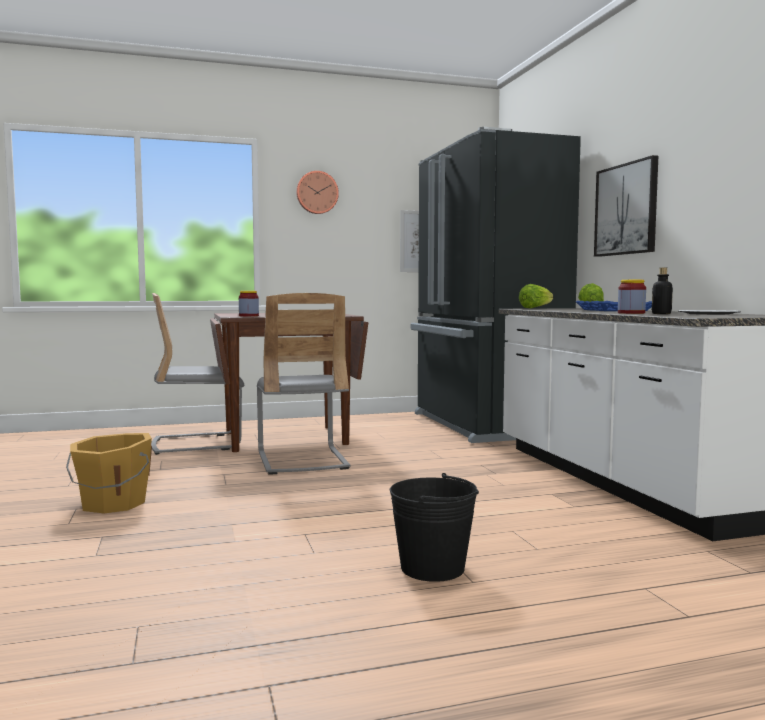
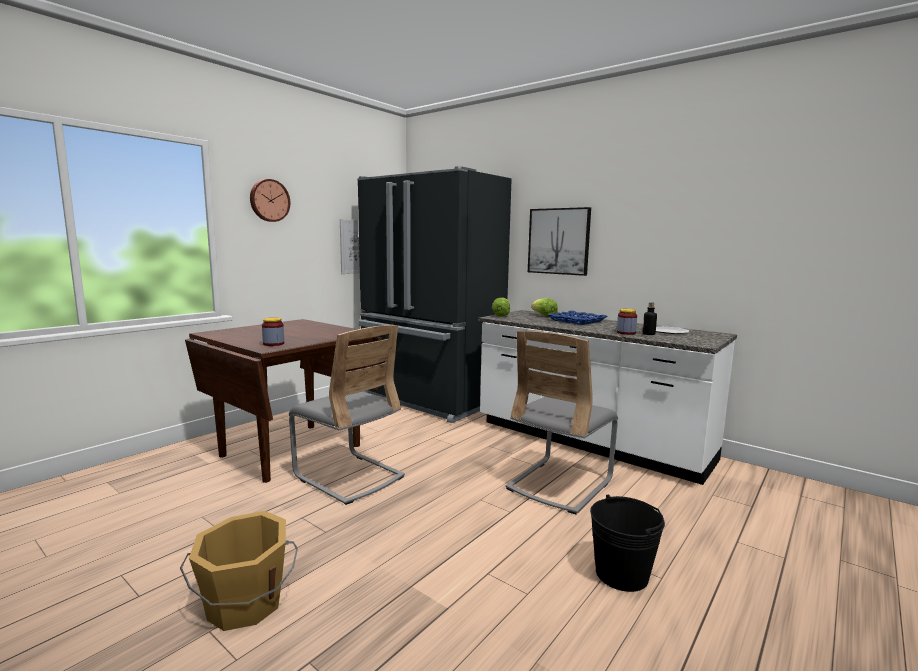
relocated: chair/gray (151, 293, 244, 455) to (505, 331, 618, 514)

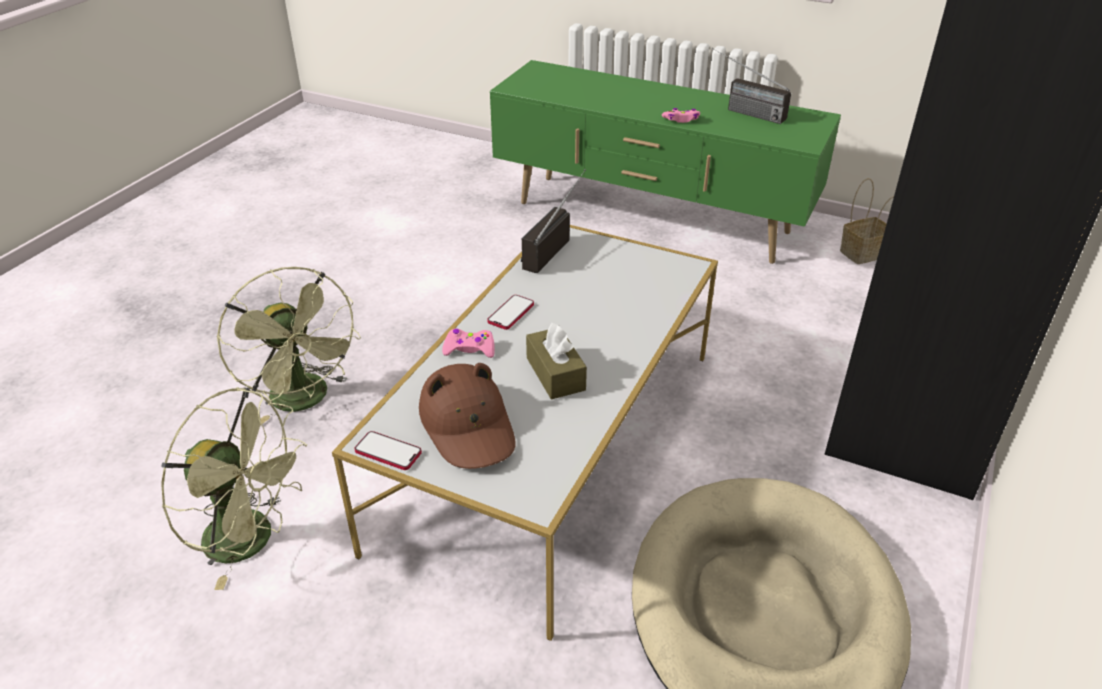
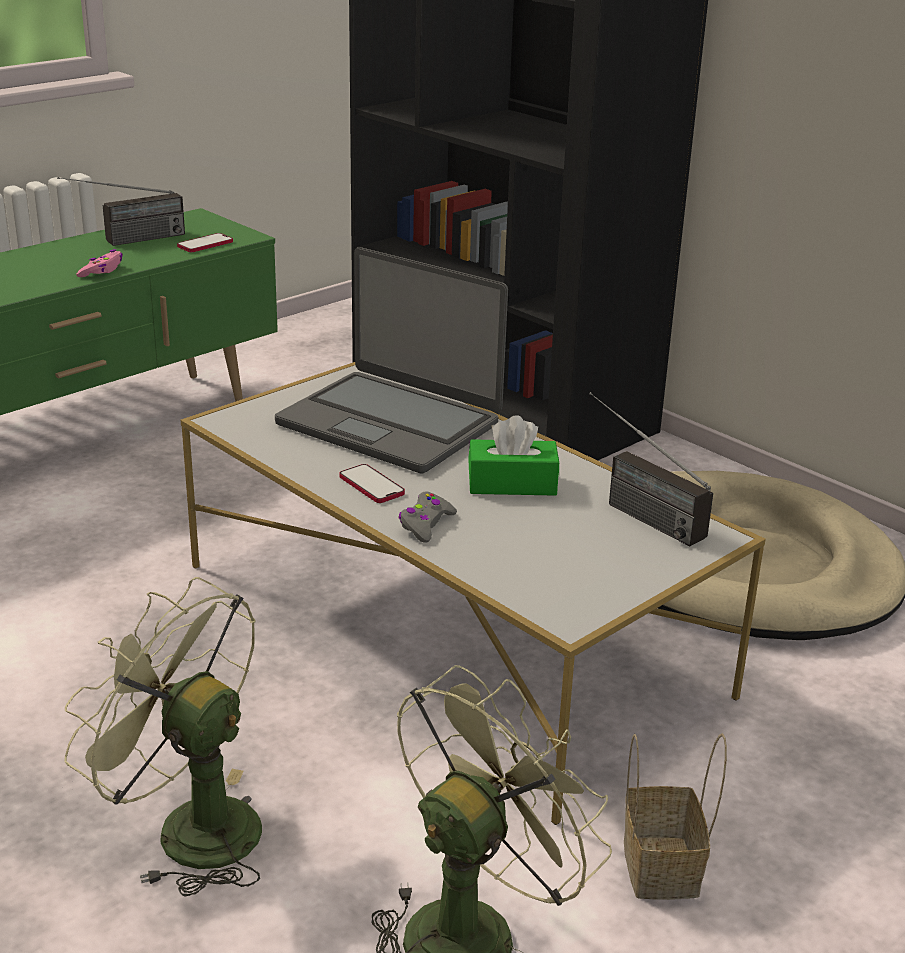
missing: wearable hat/brown (419, 363, 516, 469)
appeared: notebook computer (275, 247, 508, 474)
relocated: handset (355, 431, 422, 470) to (177, 233, 233, 252); radio (521, 169, 586, 273) to (589, 392, 713, 546); basket (840, 178, 894, 264) to (624, 733, 727, 900)
colour: joypad/pinkish (442, 329, 495, 358) to joypad/gray (398, 492, 457, 543); tissue box/brown (526, 323, 587, 399) to tissue box/greenish (468, 416, 559, 496)
spun: electric fan/greenish (217, 267, 361, 425) = (64, 577, 262, 896) 135 degrees counterclockwise

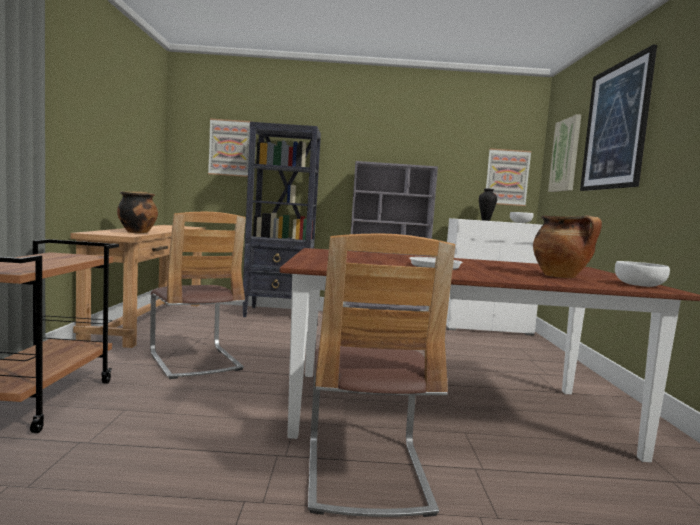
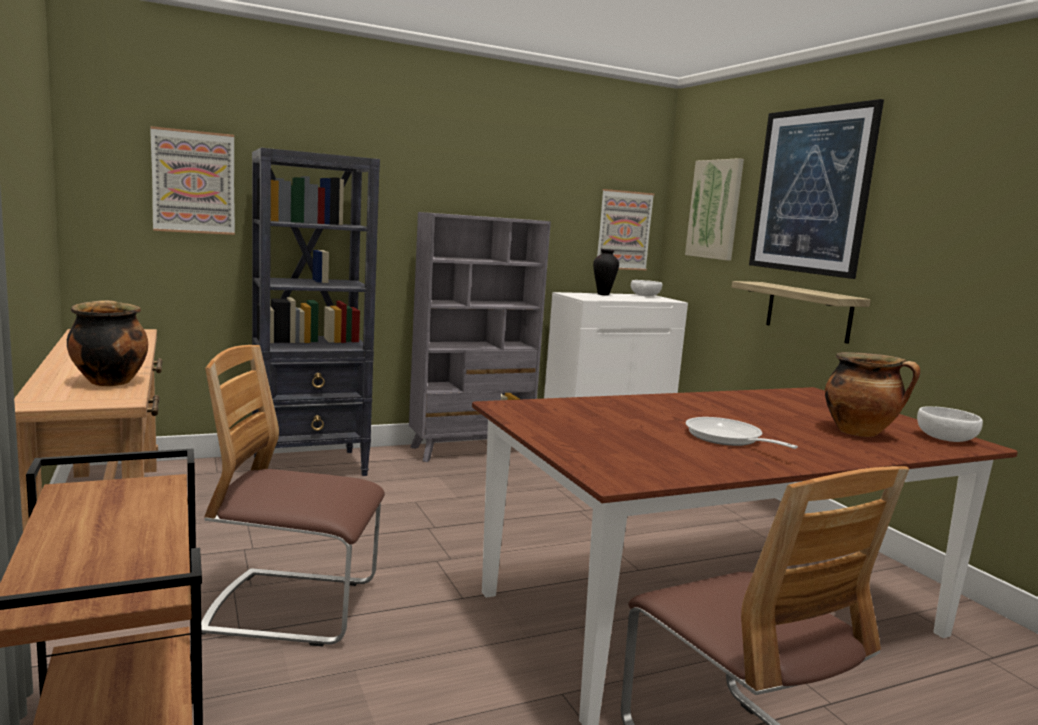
appeared: shelf (732, 281, 871, 344)
spun: chair (150, 212, 246, 379) = (201, 345, 385, 647) 150 degrees clockwise

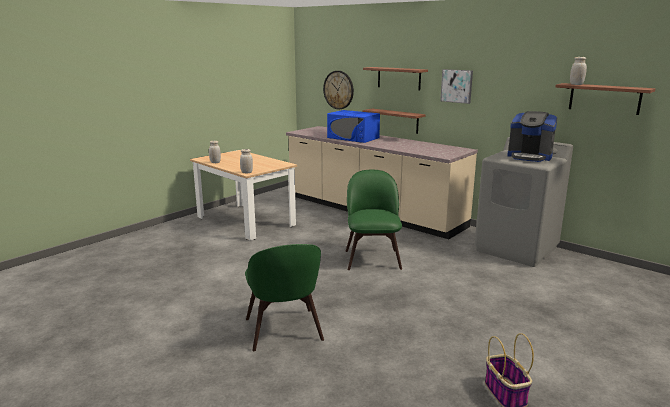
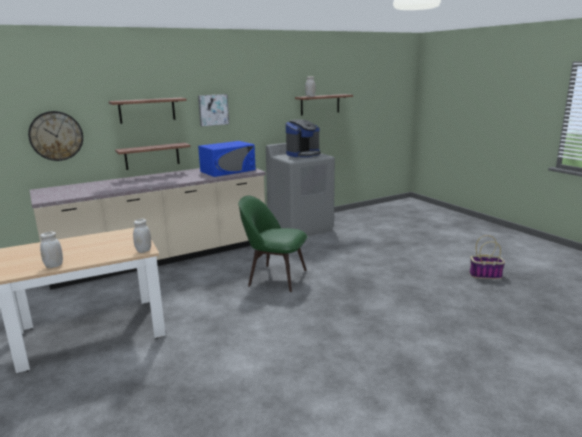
missing: chair/greenish (245, 244, 324, 351)
relocated: microwave oven/blue (327, 110, 380, 143) to (198, 141, 256, 177)

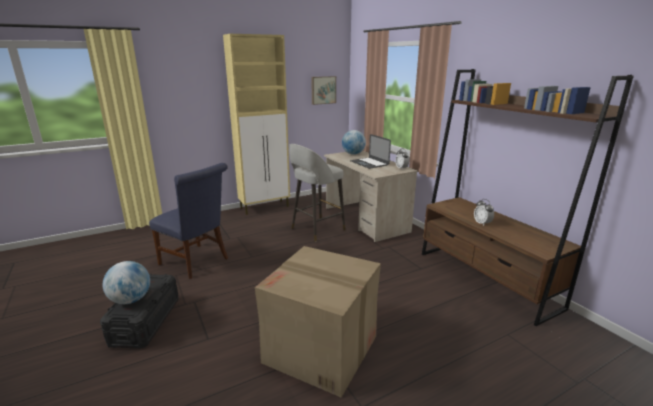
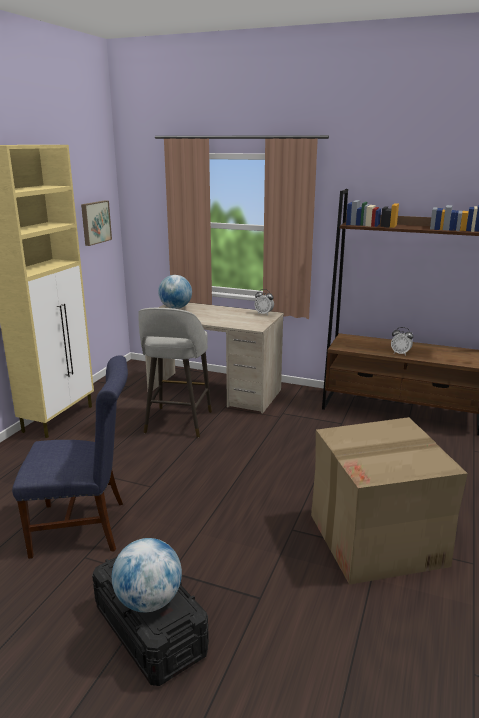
missing: notebook computer (350, 134, 391, 169)

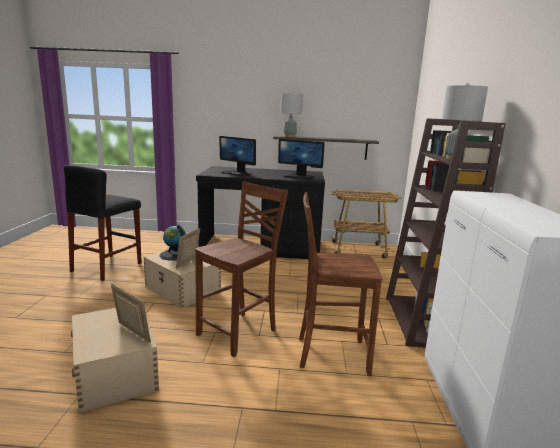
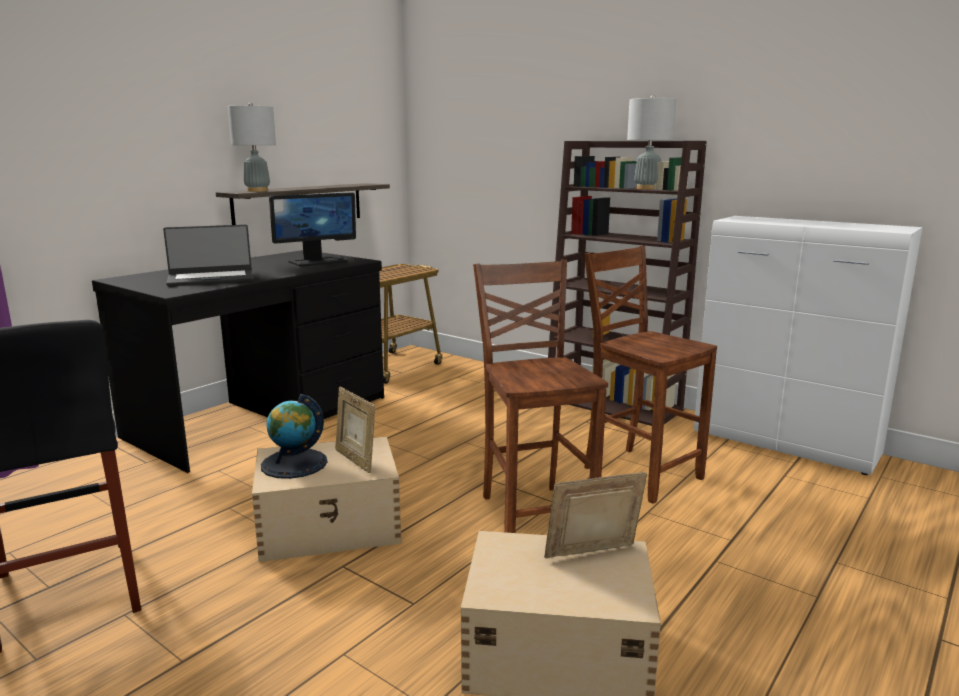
exchanged: monitor (219, 136, 256, 176) to notebook computer (163, 225, 254, 286)
spun: chair/brown (299, 192, 382, 375) = (584, 246, 717, 504) 105 degrees clockwise

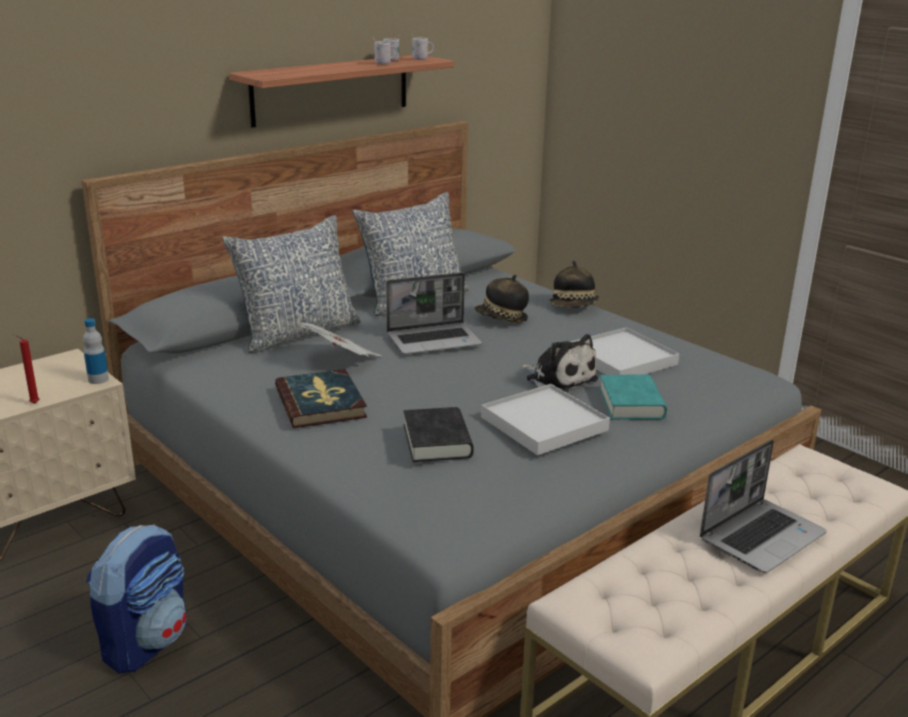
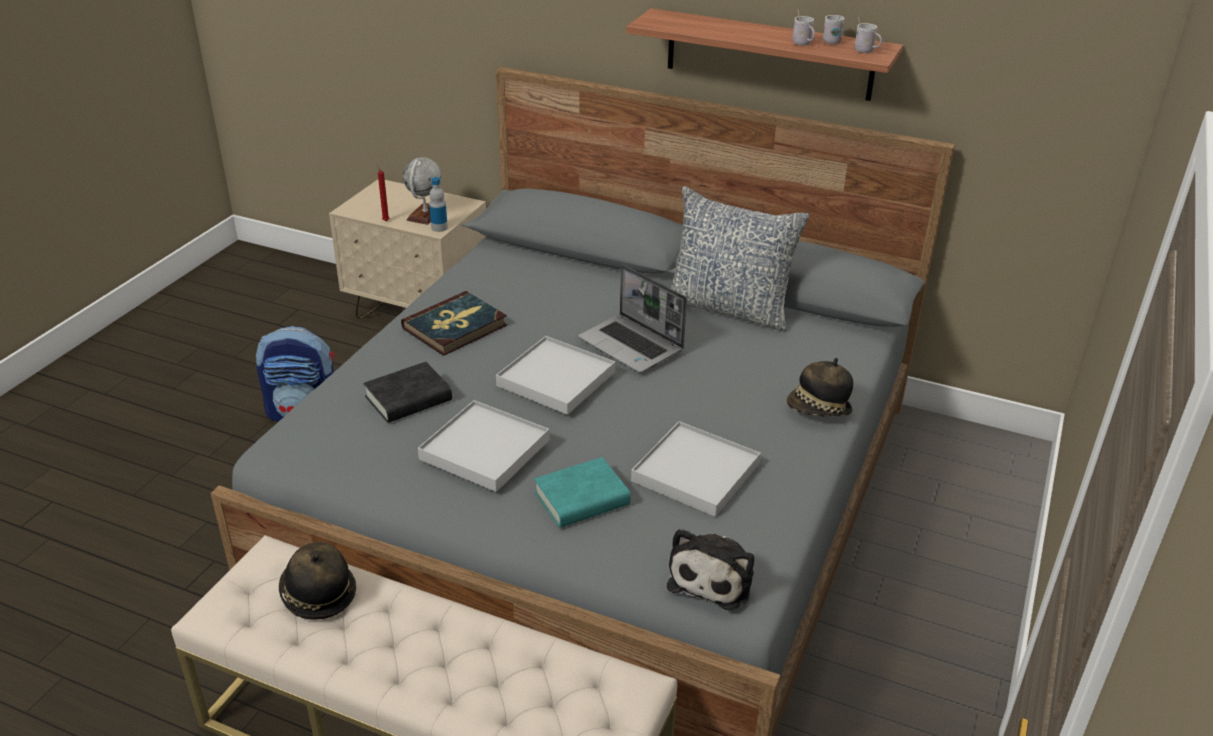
missing: pillow (222, 215, 361, 353); daily paper (300, 323, 382, 357); notebook computer (700, 440, 827, 573)
appeared: globe (403, 157, 442, 225); serving tray/whitish (496, 336, 615, 415)
relocated: wearable hat (475, 275, 529, 323) to (279, 542, 356, 620); cuddly toy (521, 334, 598, 393) to (667, 528, 754, 610)

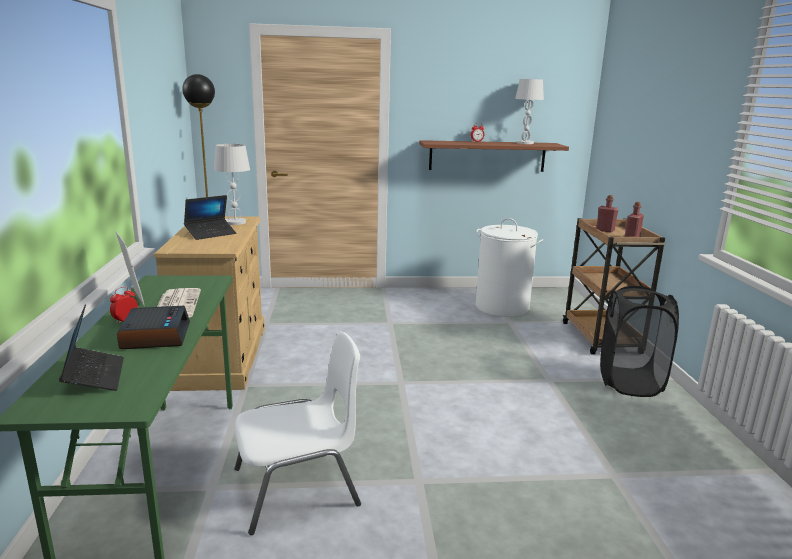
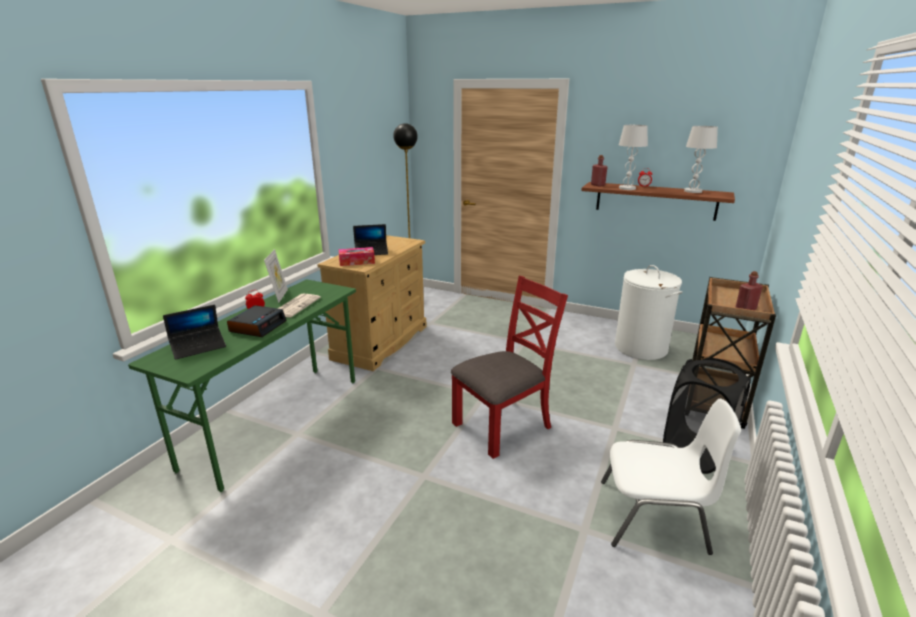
appeared: tissue box (339, 247, 375, 266); chair/red (451, 276, 568, 459)
relocated: table lamp/whitish (214, 144, 250, 225) to (619, 125, 648, 190); chair/whitish (235, 332, 361, 535) to (601, 399, 741, 555); drink bottle/red (596, 195, 619, 233) to (591, 155, 607, 187)
spun: notebook computer (59, 304, 124, 391) = (163, 305, 226, 360) 45 degrees clockwise

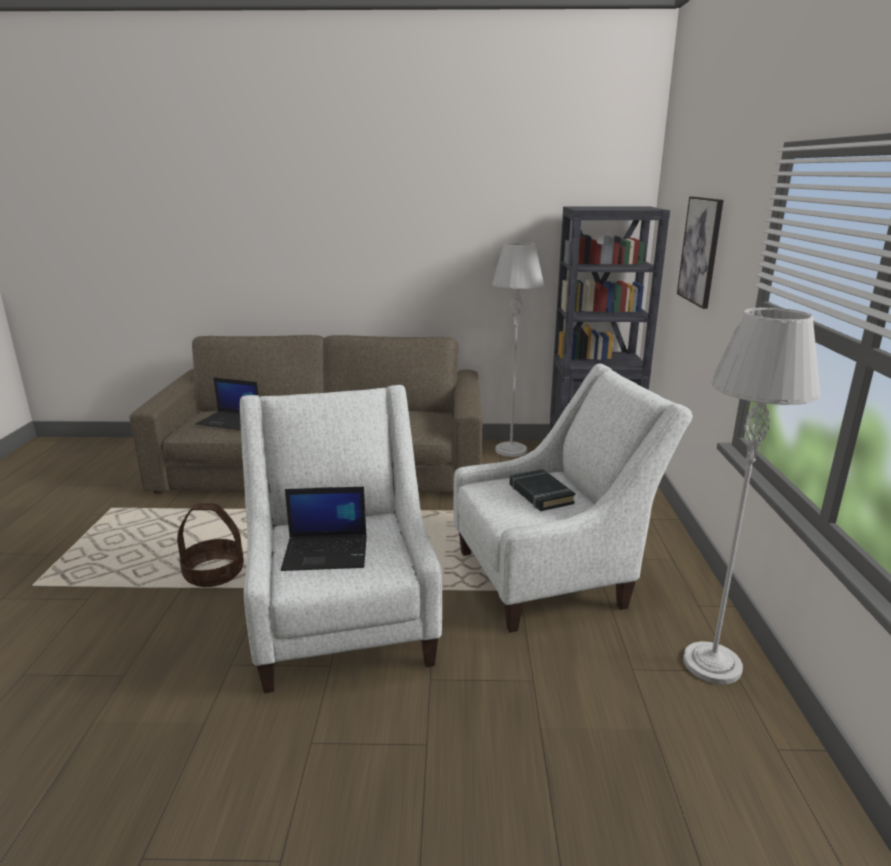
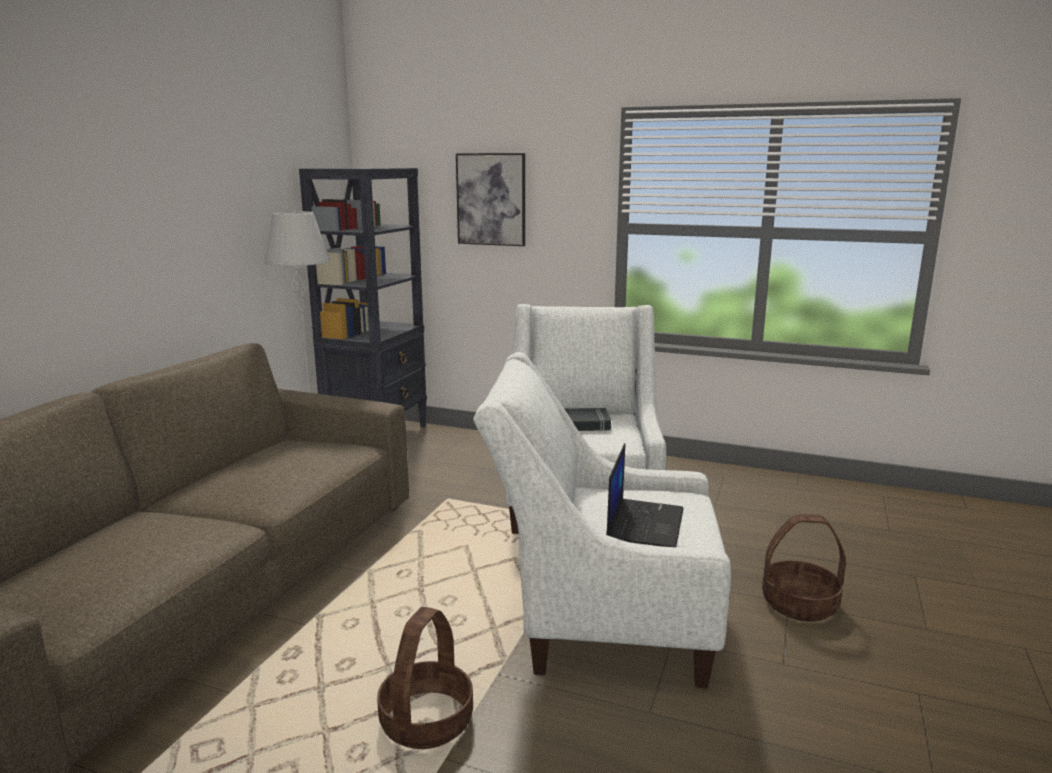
missing: notebook computer (196, 378, 259, 430); standard lamp/gray (683, 307, 821, 684)
appeared: basket (762, 514, 846, 621)

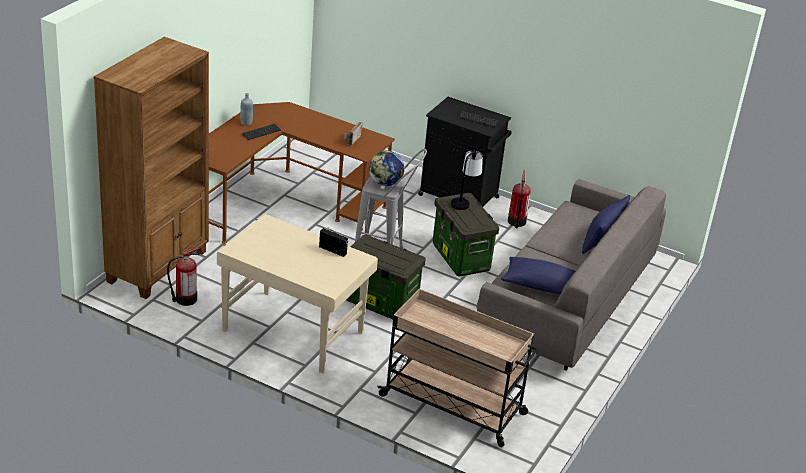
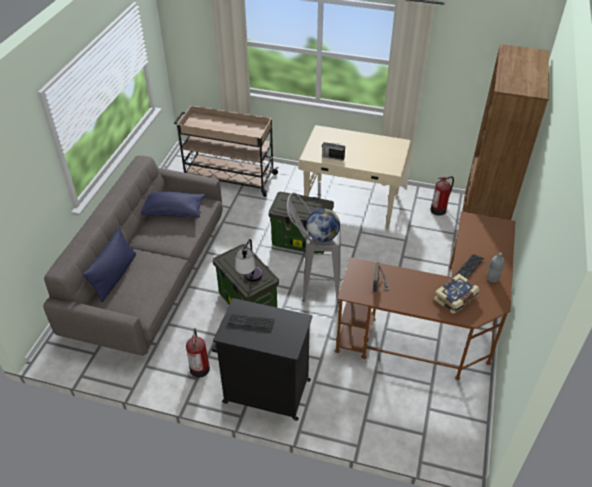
appeared: volume (433, 274, 479, 314)

